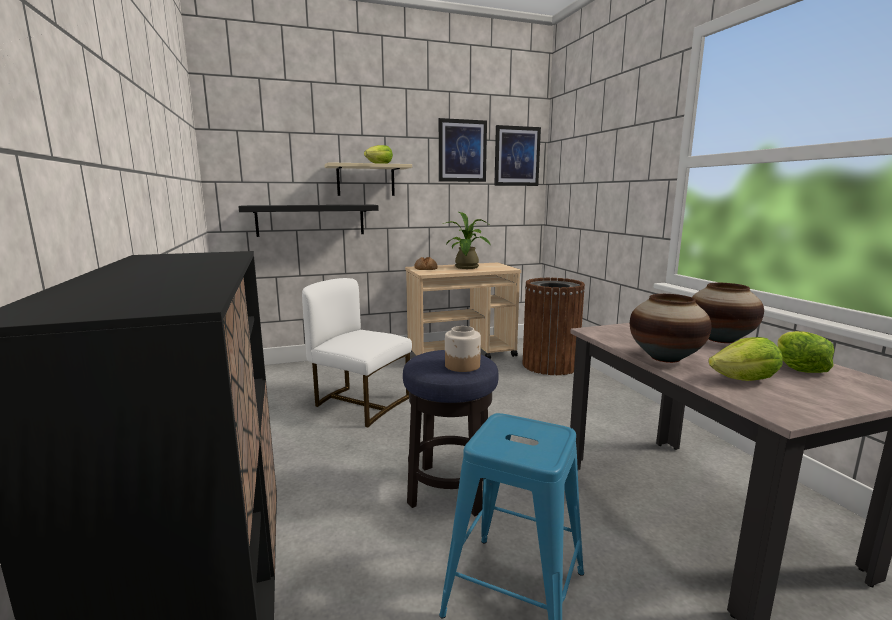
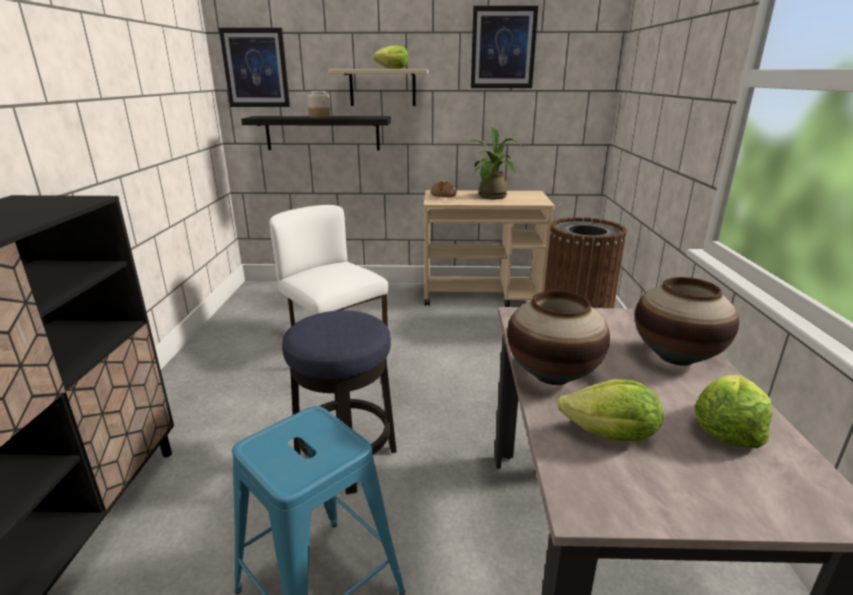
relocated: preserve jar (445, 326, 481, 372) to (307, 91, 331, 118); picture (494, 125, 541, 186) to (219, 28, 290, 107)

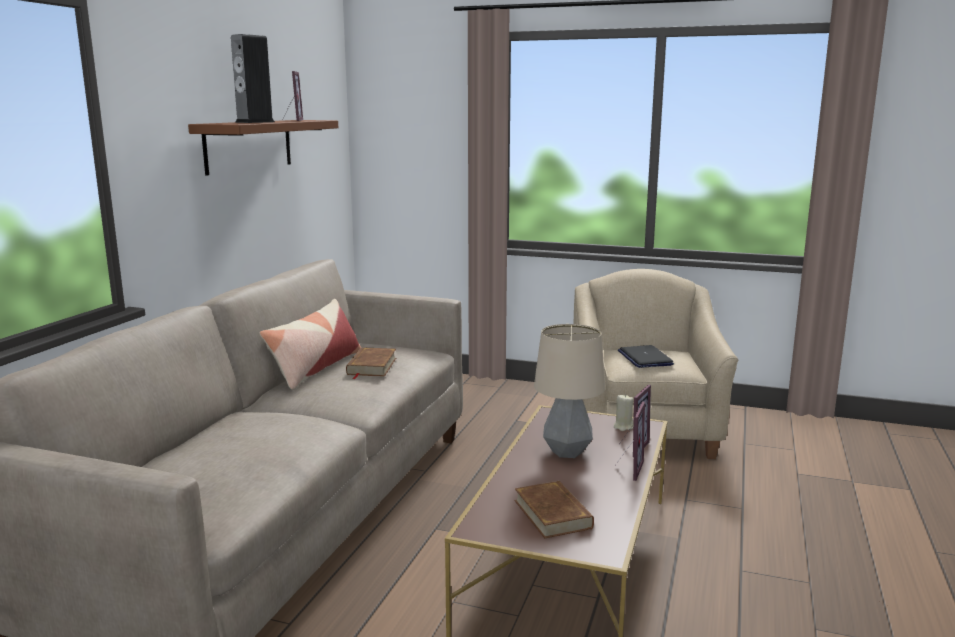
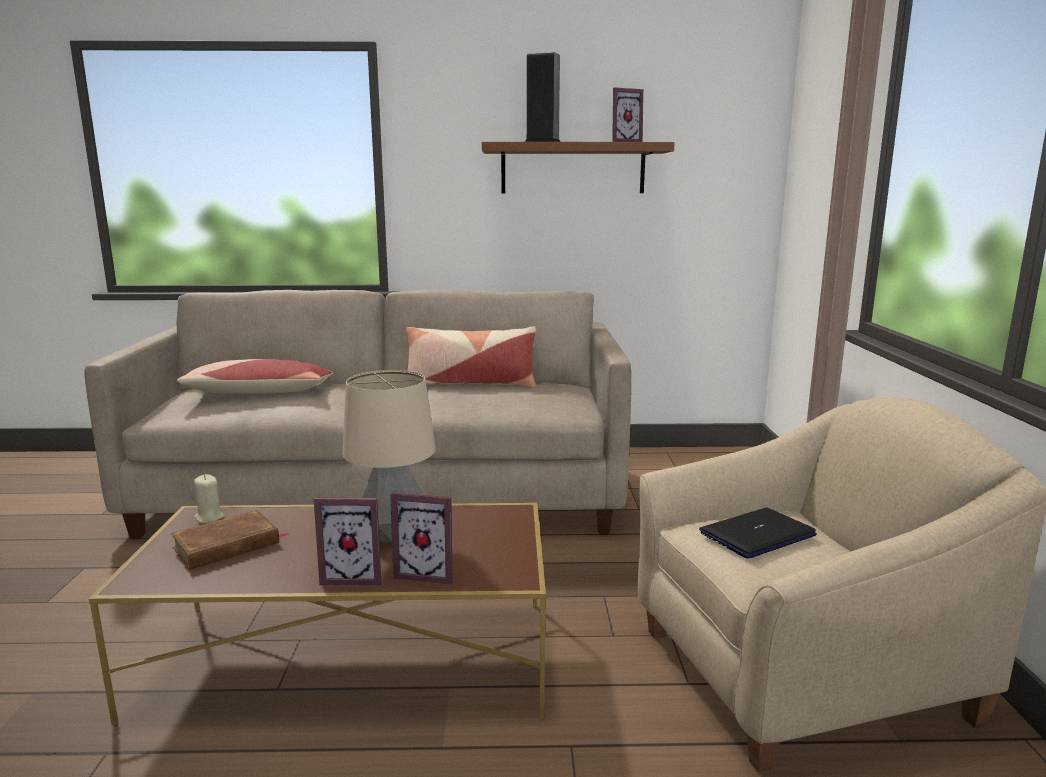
missing: volume/brown (346, 347, 396, 379)
appeared: pillow (177, 359, 333, 394)
relocated: candle/beige (614, 394, 634, 431) to (194, 474, 224, 523)

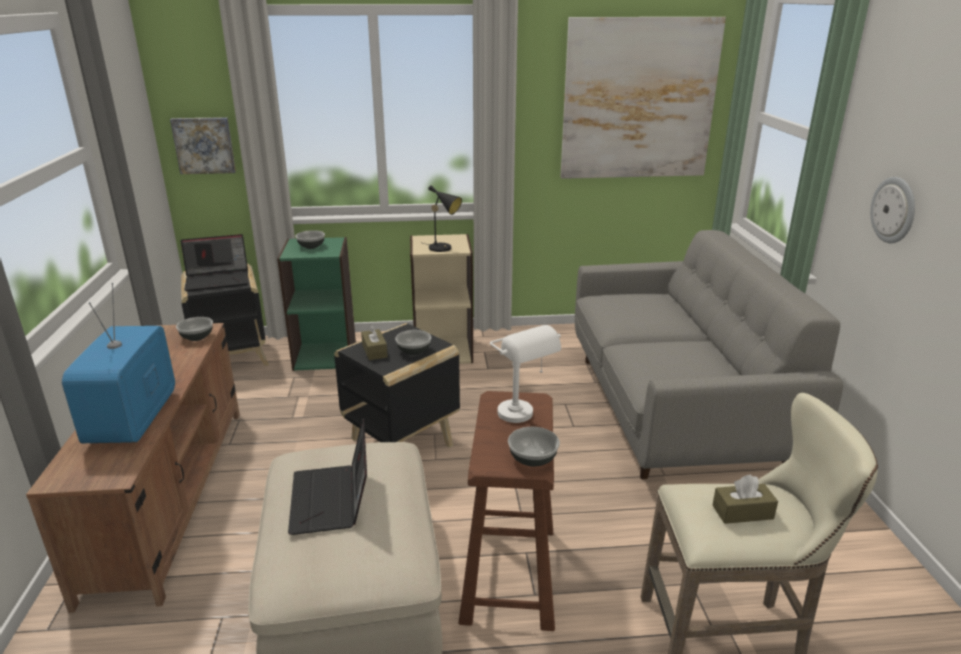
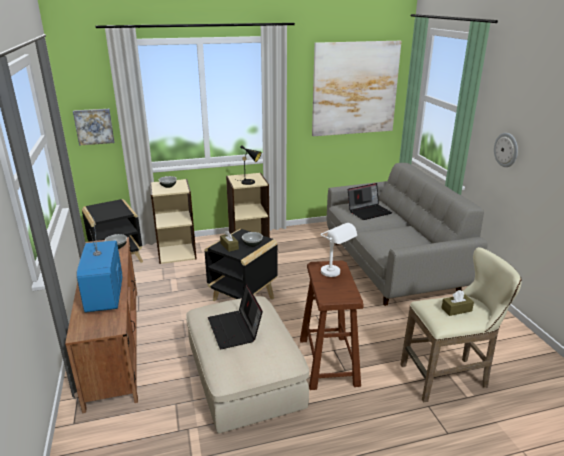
missing: bowl (508, 427, 560, 467)
relocated: notebook computer (181, 234, 248, 291) to (348, 183, 392, 220)
colour: bookshelf/greenish (277, 237, 356, 371) to bookshelf/beige (150, 179, 197, 264)

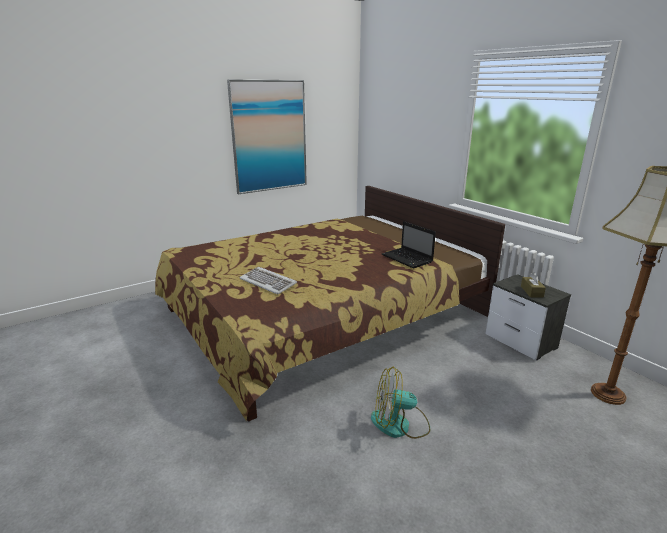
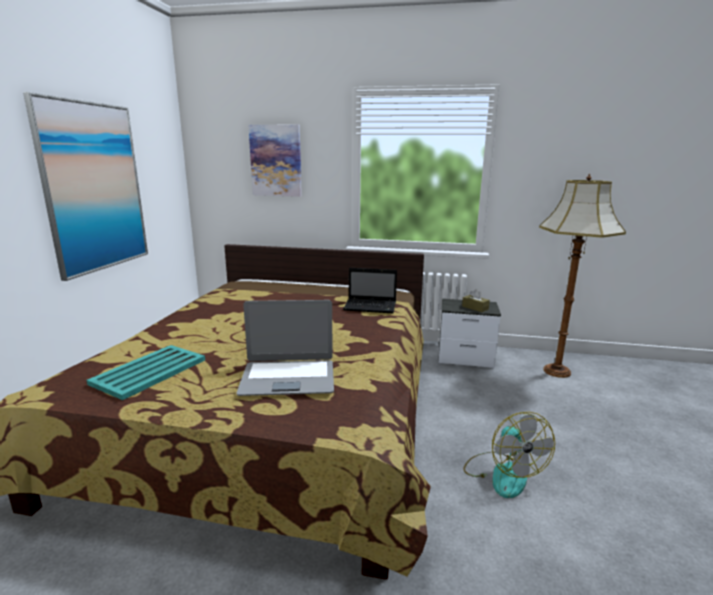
appeared: serving tray/turquoise-coloured (87, 345, 205, 400); picture (248, 125, 302, 197)
exchanged: PC keyboard (239, 267, 297, 294) to notebook computer (237, 300, 334, 396)
spun: electric fan (371, 367, 430, 439) = (463, 412, 555, 498) 60 degrees counterclockwise

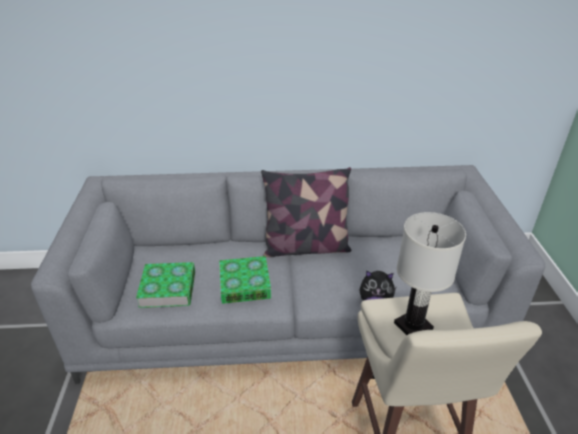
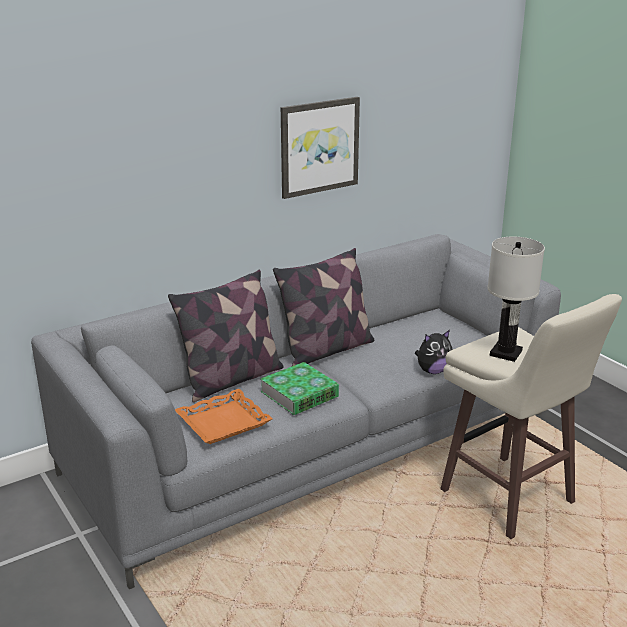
appeared: pillow (168, 269, 283, 402); picture (281, 97, 360, 199)
exchanged: volume (136, 262, 195, 308) to serving tray/orangey (175, 389, 273, 444)

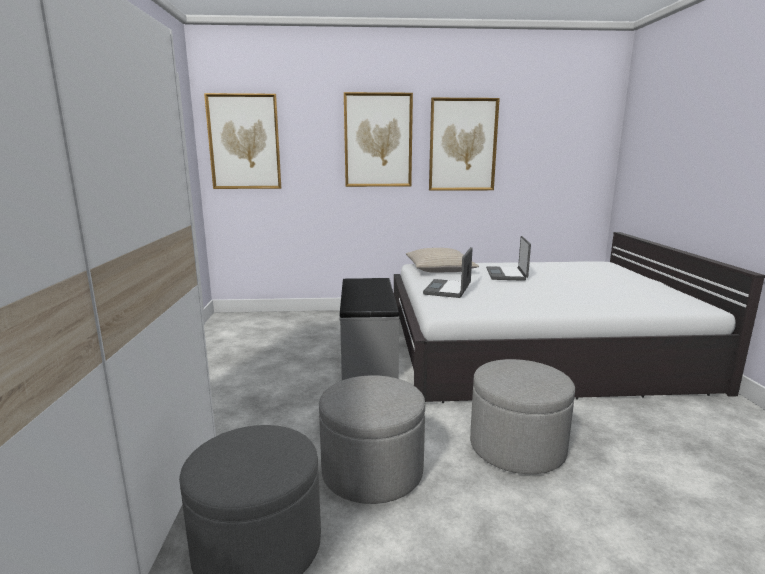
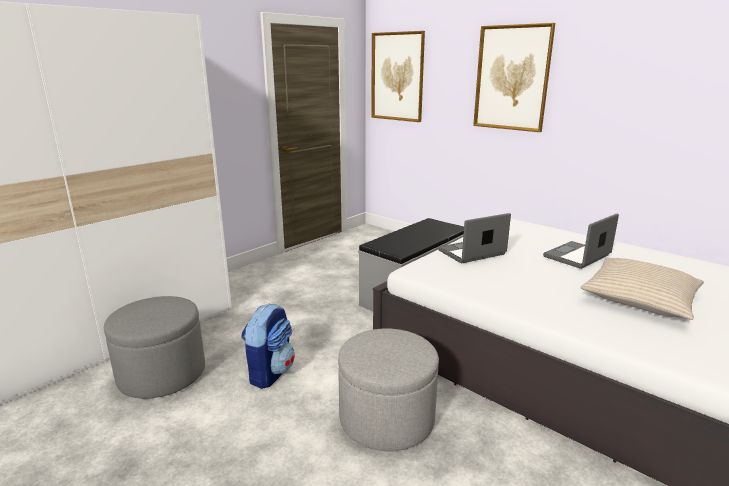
missing: picture (429, 98, 500, 191)
relocated: pillow/beige (406, 248, 479, 273) to (580, 258, 704, 320)
exchanged: ottoman/gray (319, 375, 425, 504) to backpack (241, 303, 295, 389)

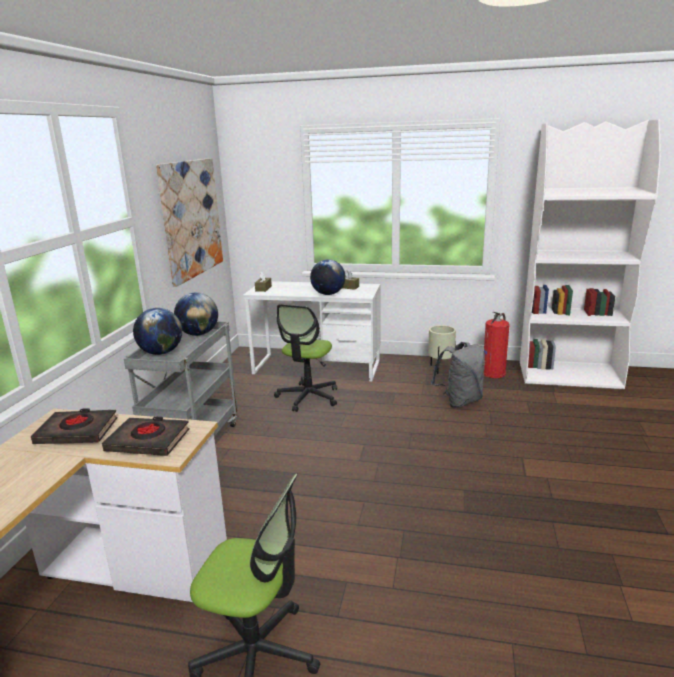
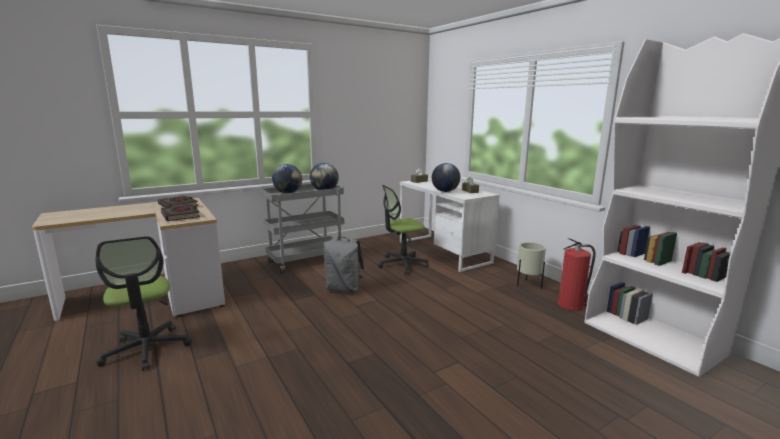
missing: picture (156, 158, 223, 286)
relocated: backpack/gray (431, 342, 485, 408) to (323, 237, 365, 293)

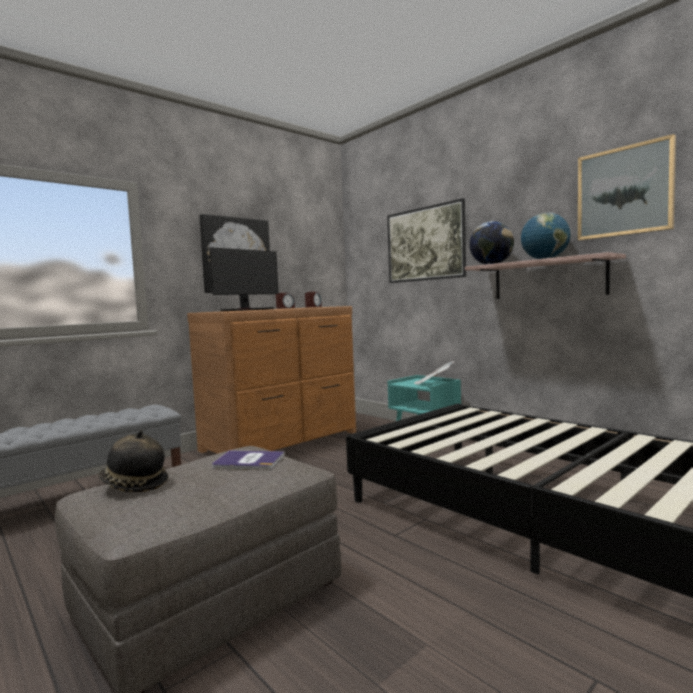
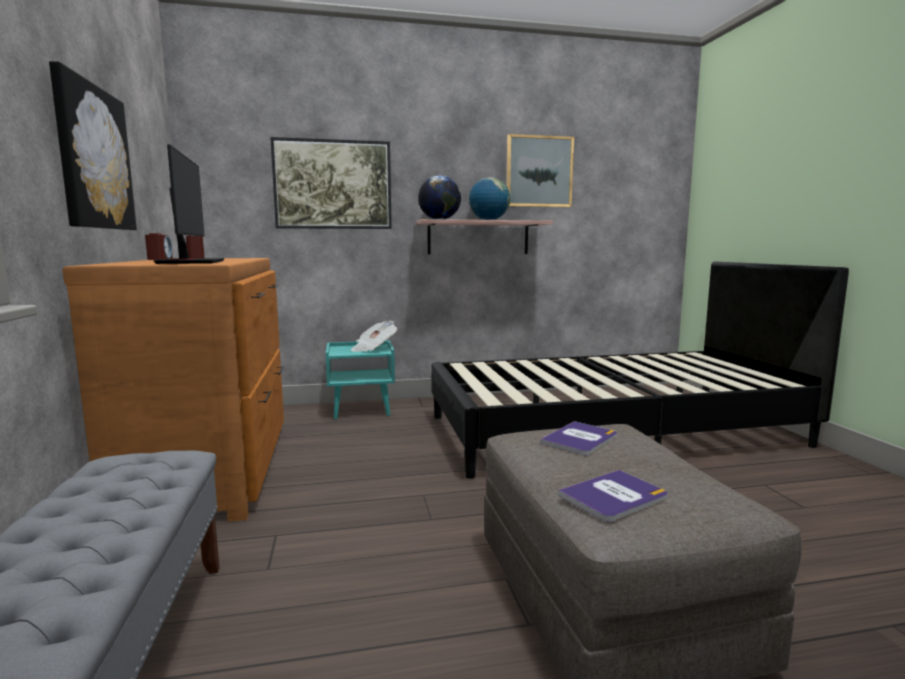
exchanged: wearable hat (98, 430, 168, 492) to volume (558, 470, 668, 522)

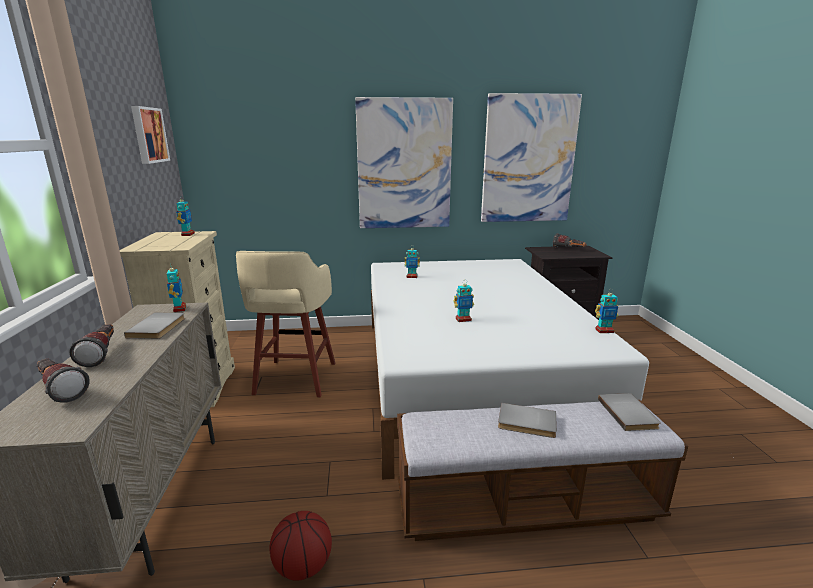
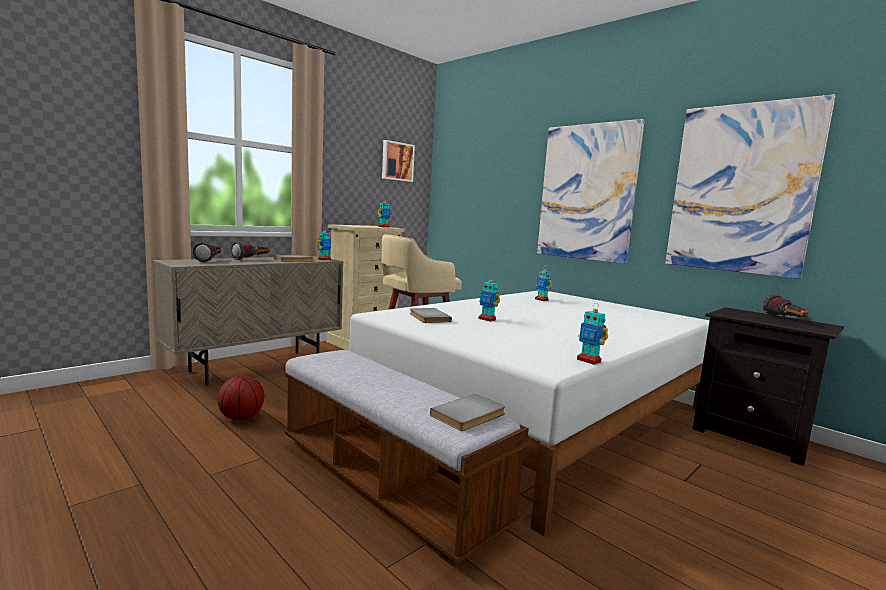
relocated: volume/gray (498, 403, 557, 438) to (410, 308, 452, 323)

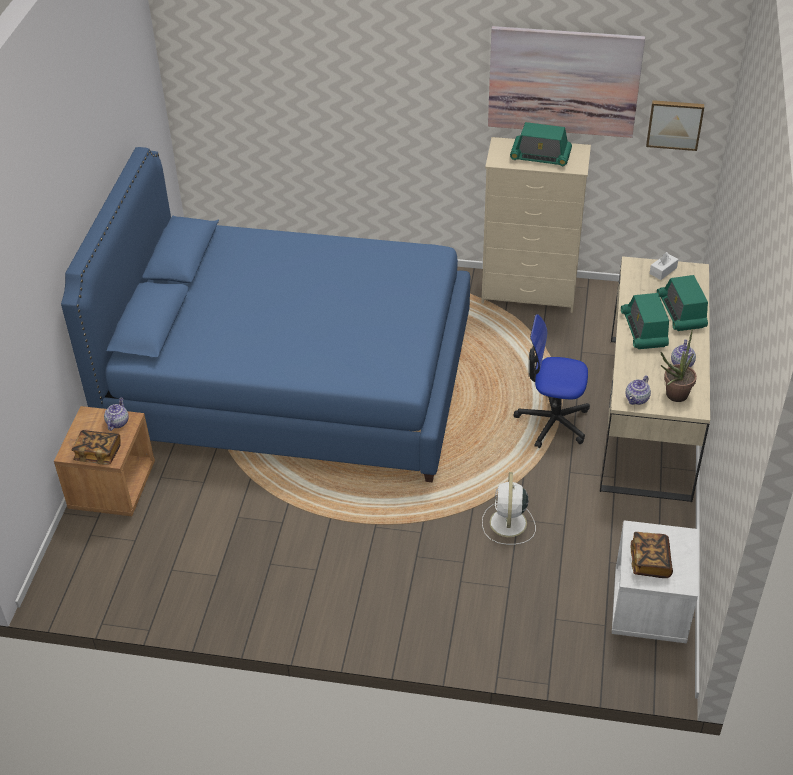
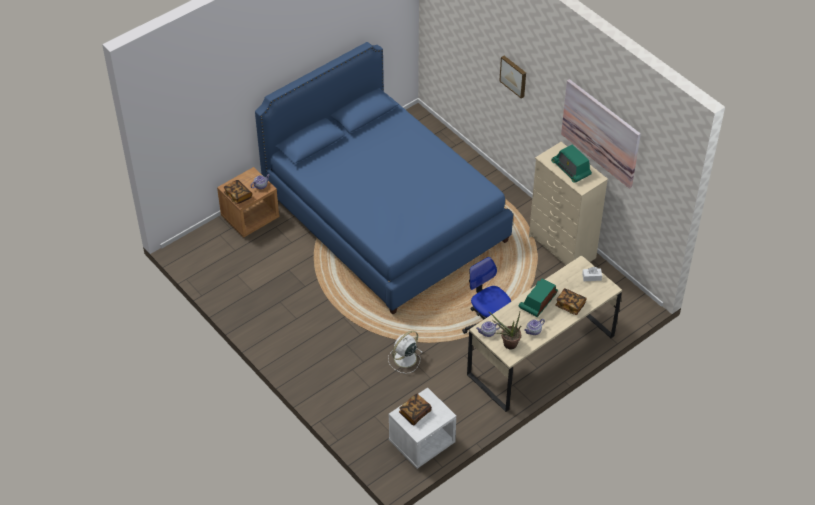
relocated: picture (646, 100, 704, 151) to (499, 56, 526, 99)
exchanged: radio (657, 275, 708, 331) to volume (555, 288, 587, 315)

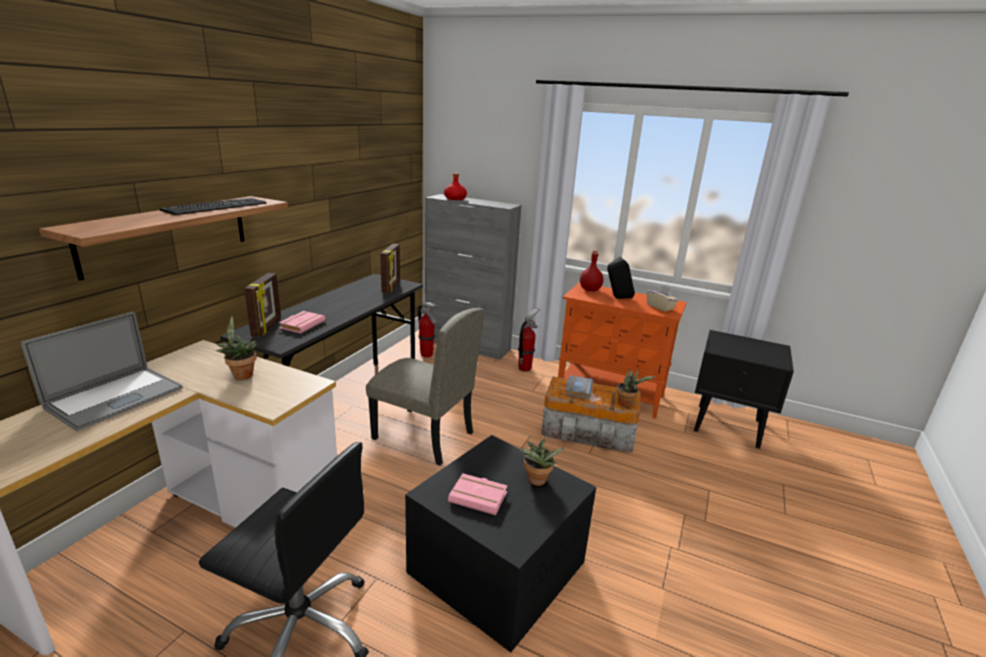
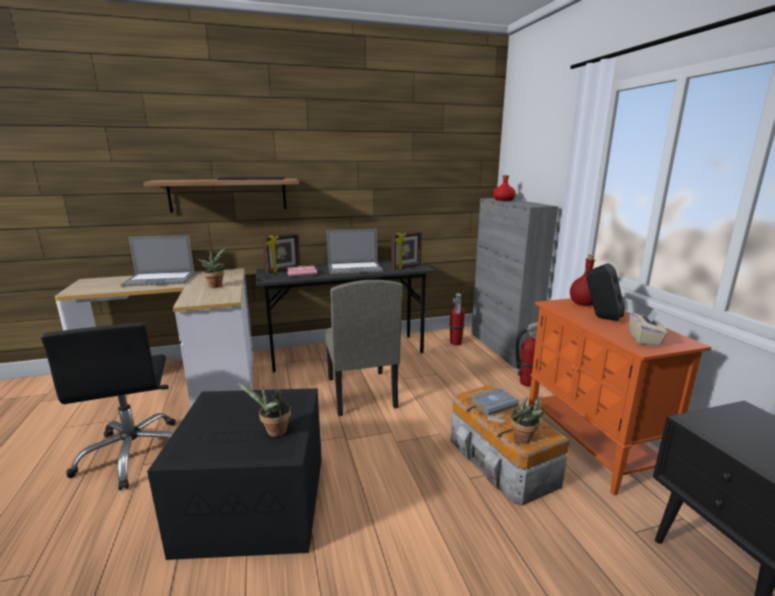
missing: volume/pinkish (448, 473, 508, 515)
appeared: notebook computer (327, 229, 383, 274)

